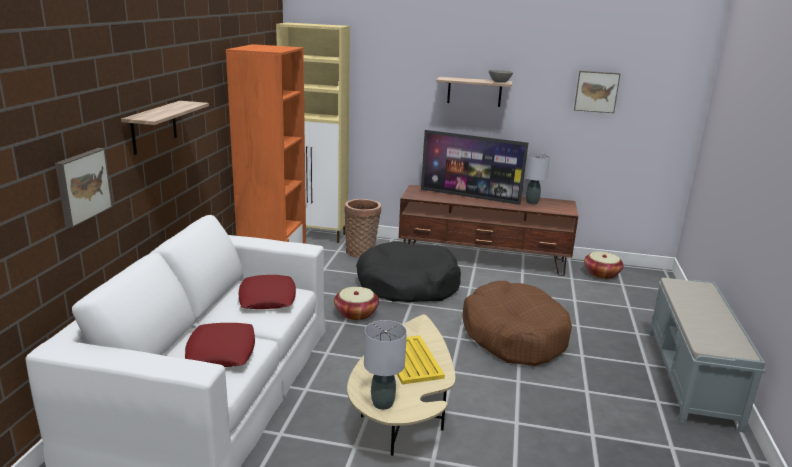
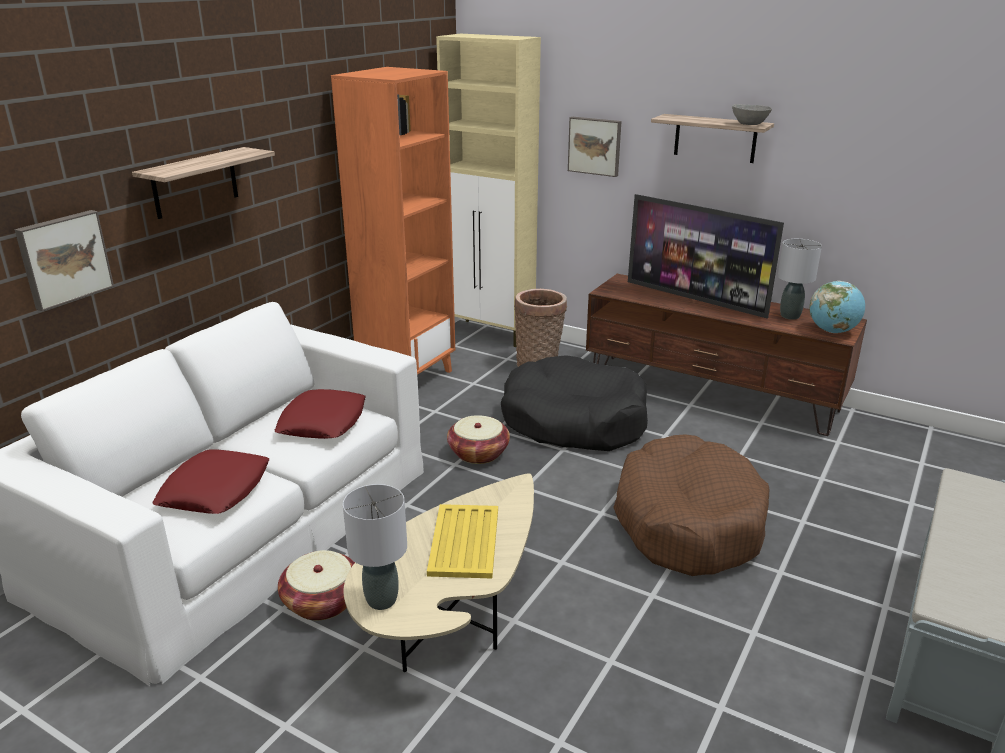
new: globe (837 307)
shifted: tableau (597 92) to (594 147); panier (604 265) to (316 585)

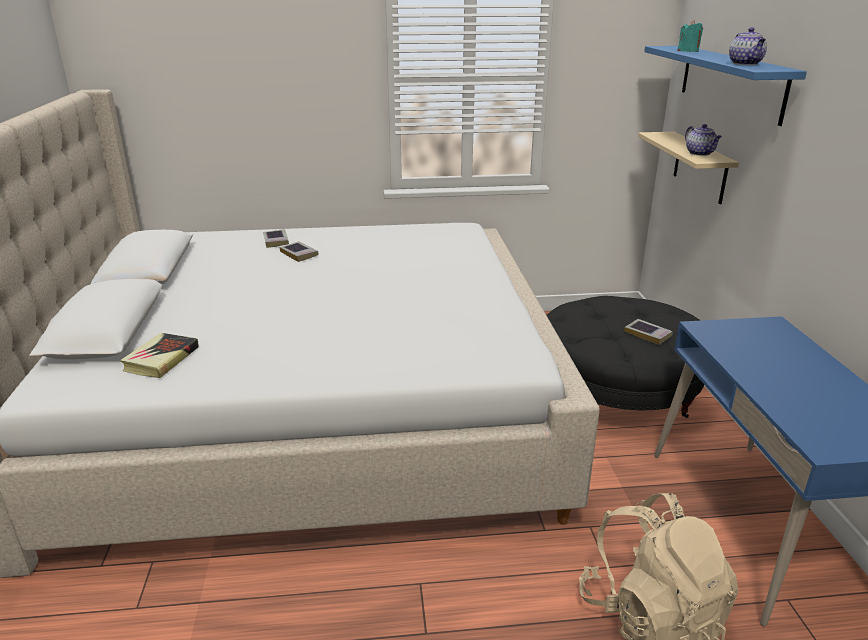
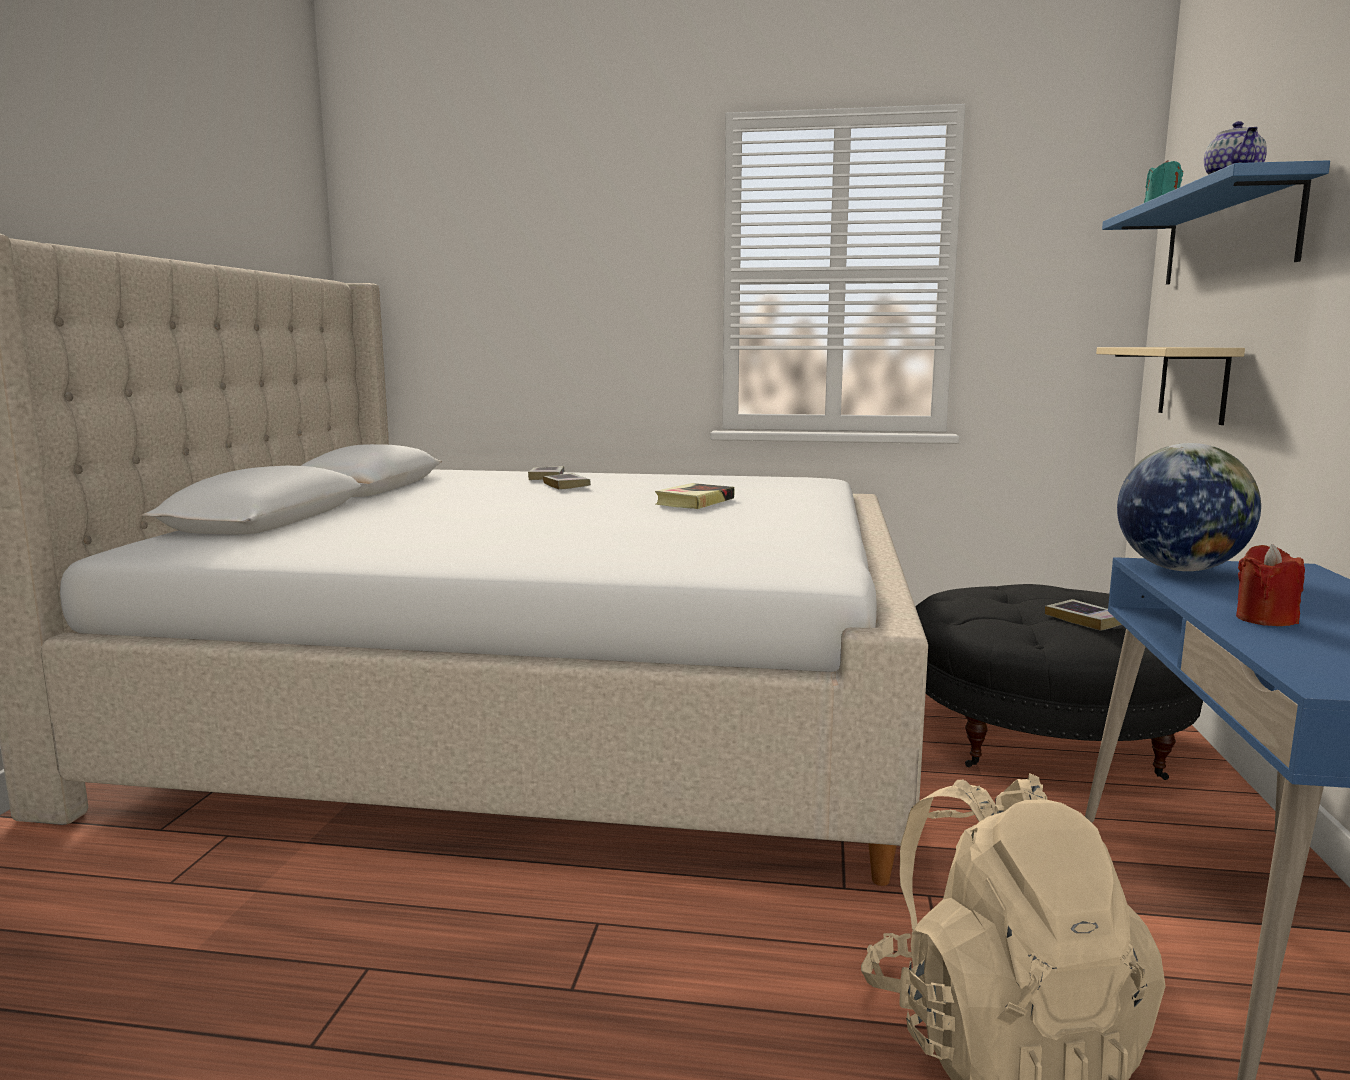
gone: théière (703 140)
new: globe (1189 507); bougie/rouge (1270 585)
shifted: livre (159 355) to (694 496)

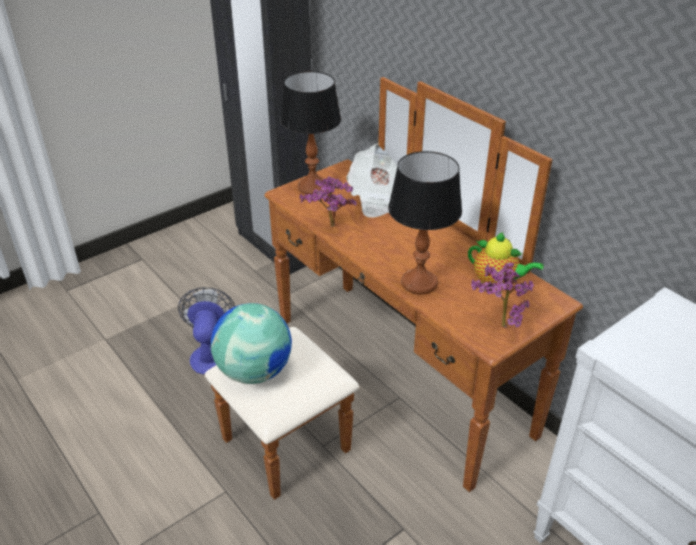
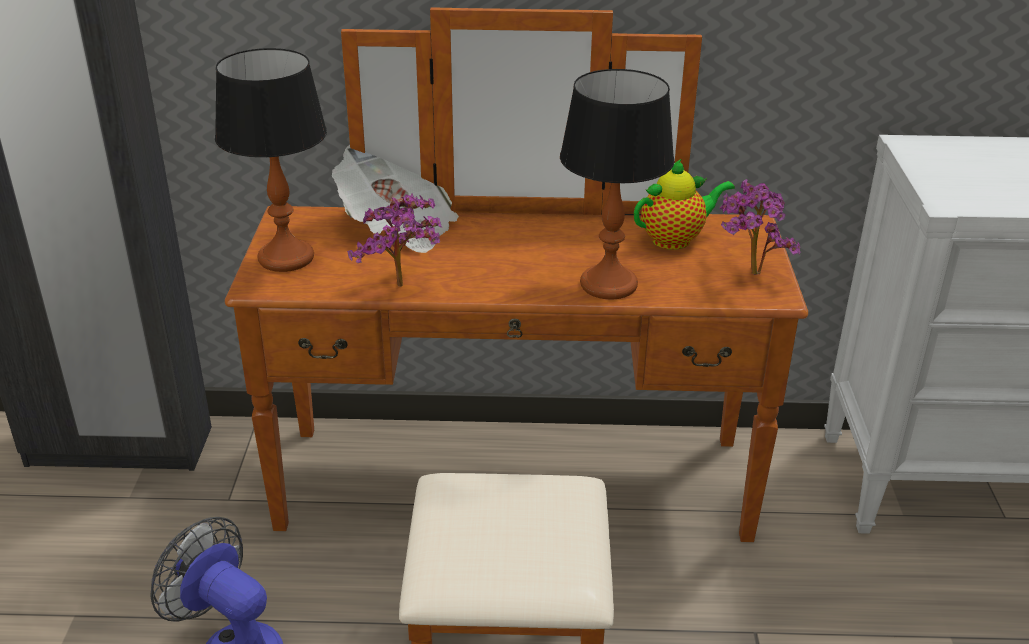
gone: globe (251 343)

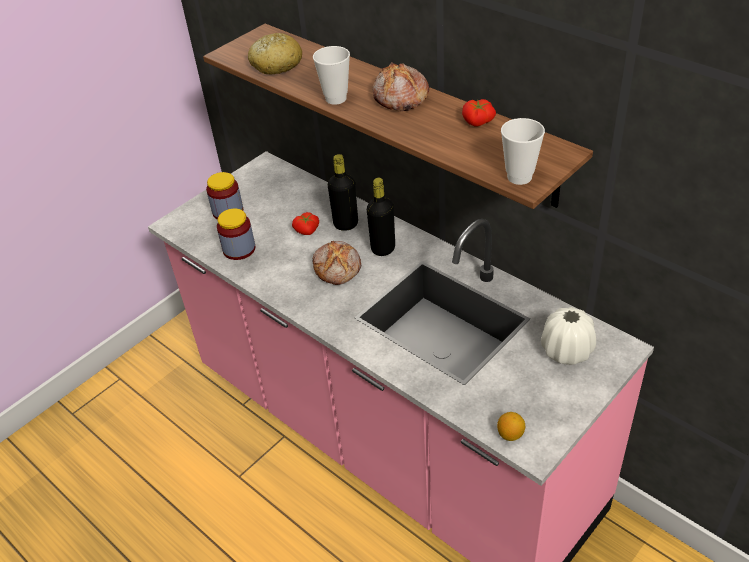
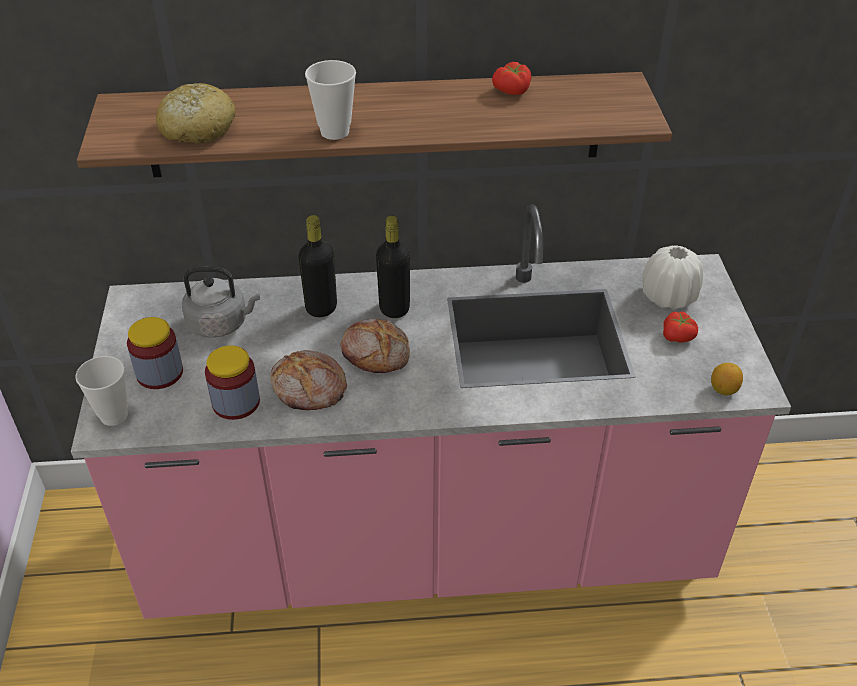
new: bouilloire/gris (221 302)
shifted: tomate (305 223) to (680 327); pain (401 86) to (309 380); tasse (523 151) to (101 391)

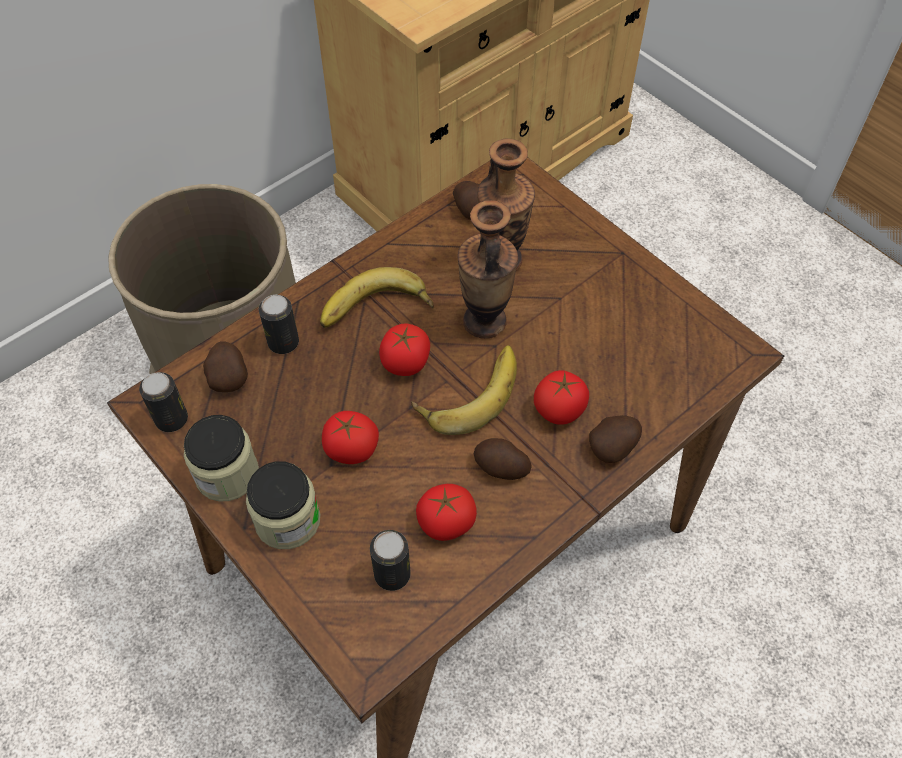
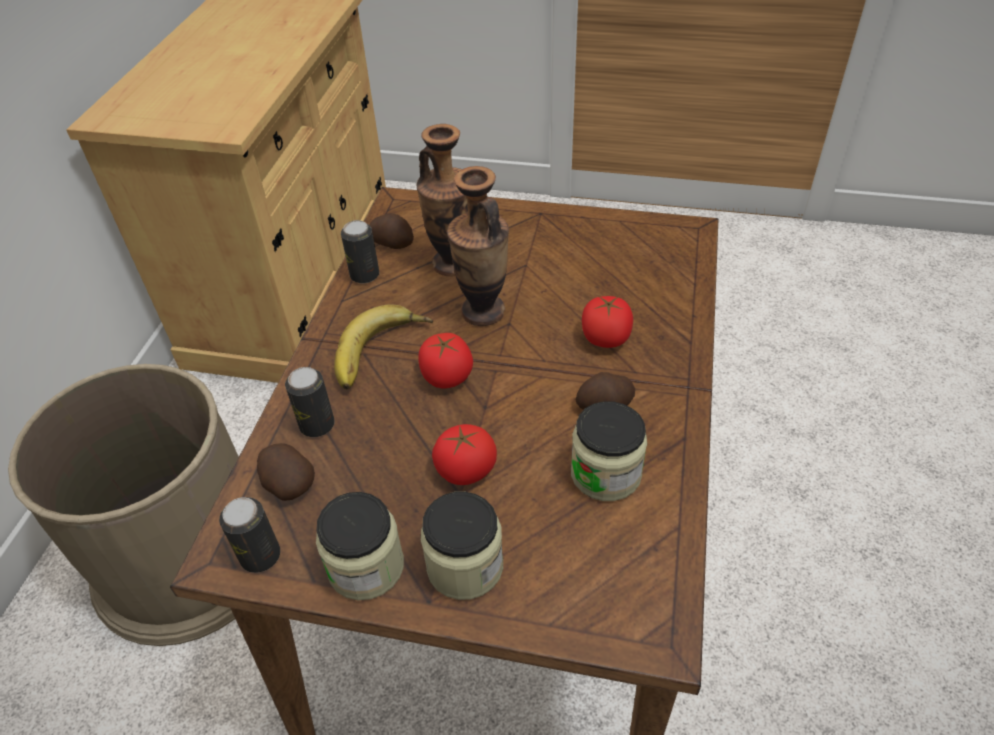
gone: banane (464 390); pomme de terre (615 439)
shifted: boîte métallique (390 560) to (360 252)
swapped: tomate (446 512) to bocal (609 451)

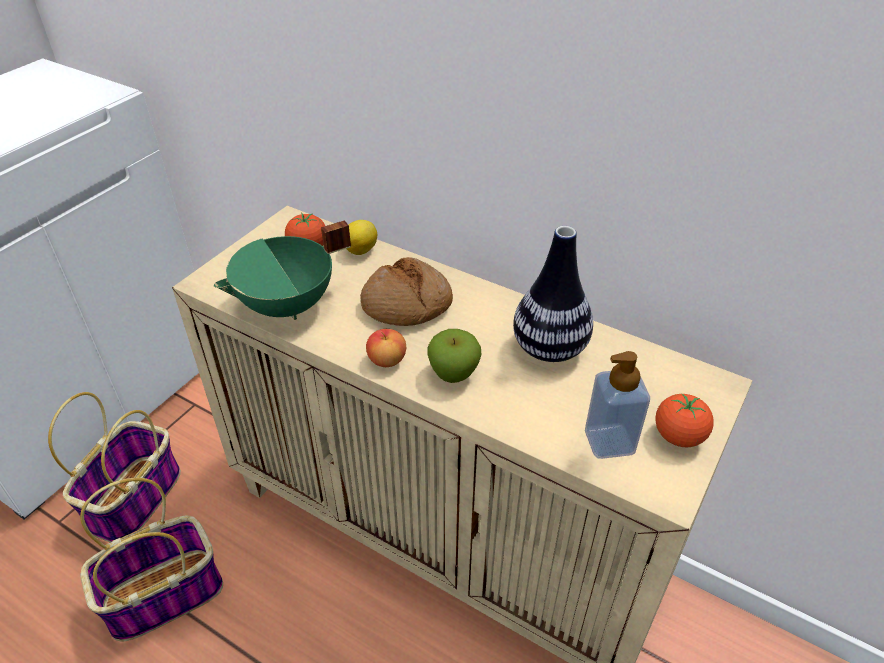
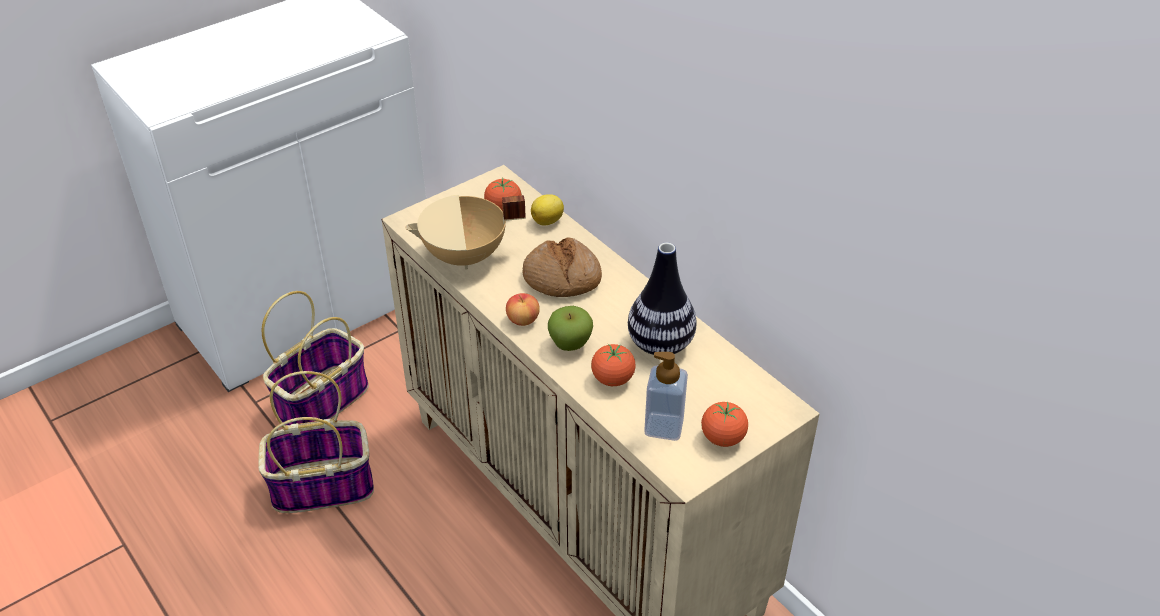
new: tomate (613 365)
repainted: marmite/vert (282 270) to marmite/beige (465 232)

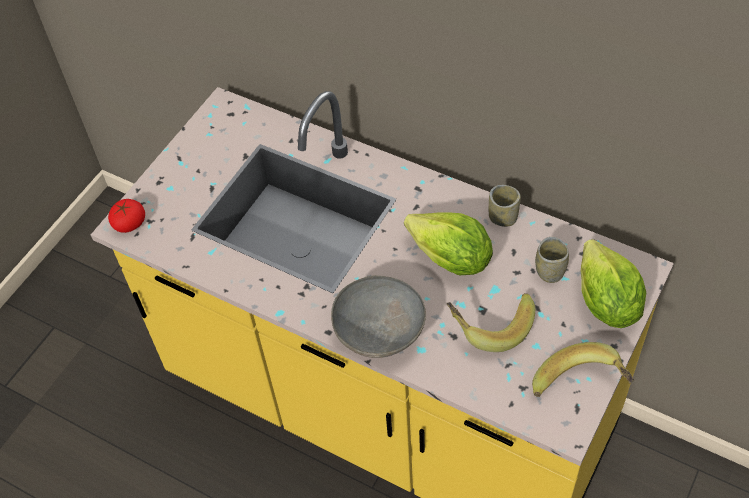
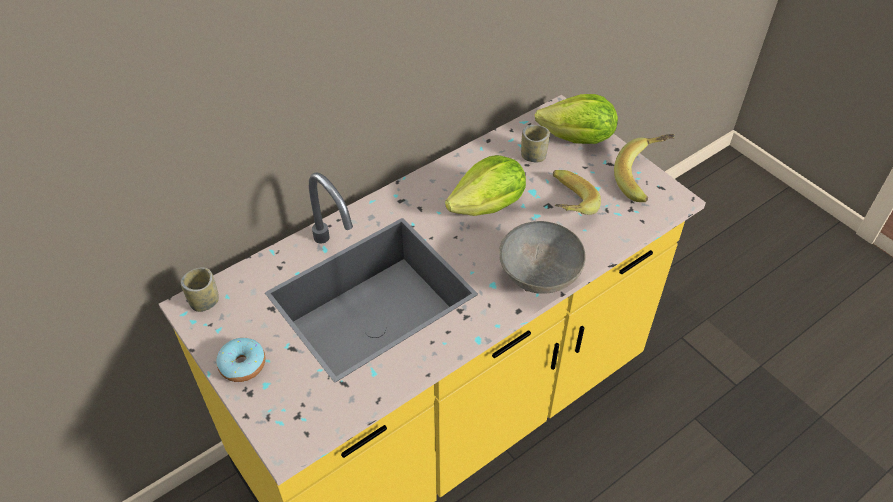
gone: tomate (126 216)
new: beignet (240 360)
shifted: tasse (505 206) to (200 289)

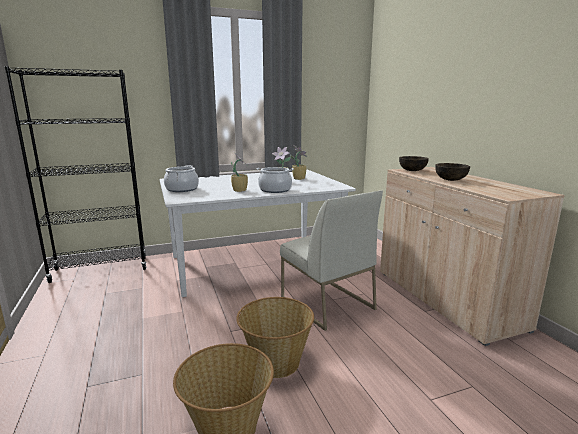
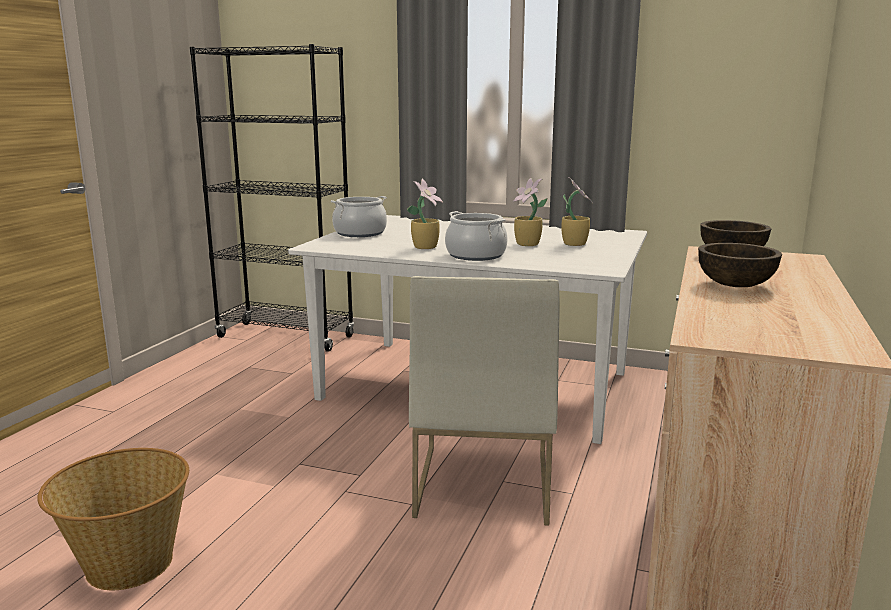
gone: panier (275 337)

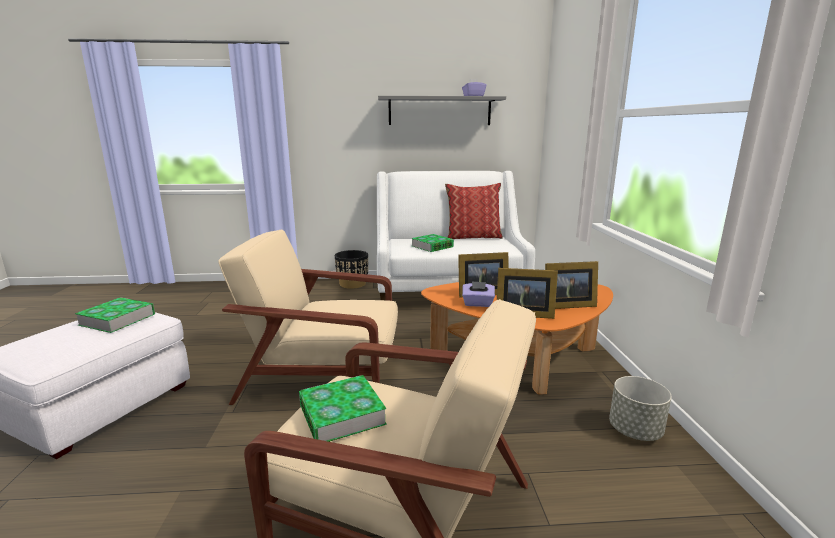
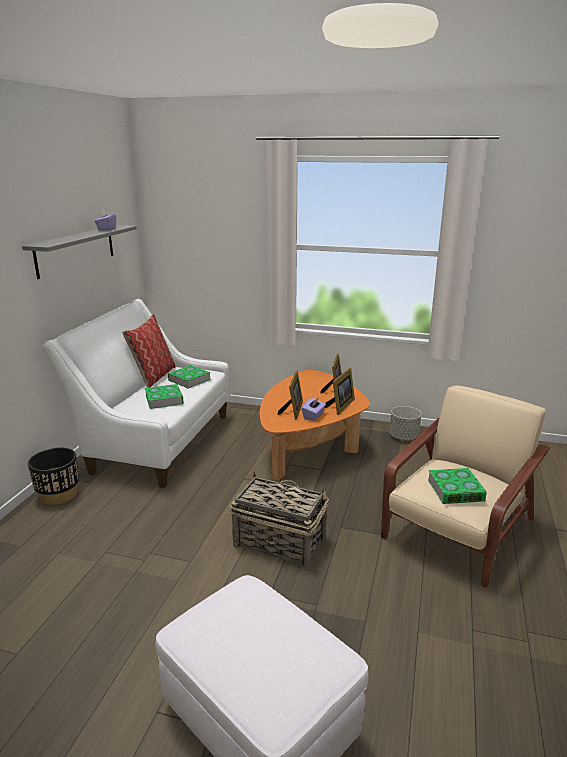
shifted: livre (115 315) to (189 376)
swapped: fauteuil/beige (308 317) to panier (279 520)

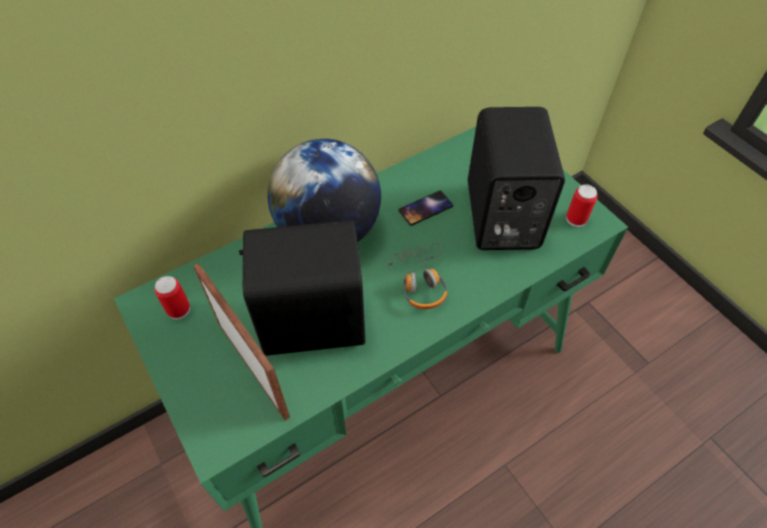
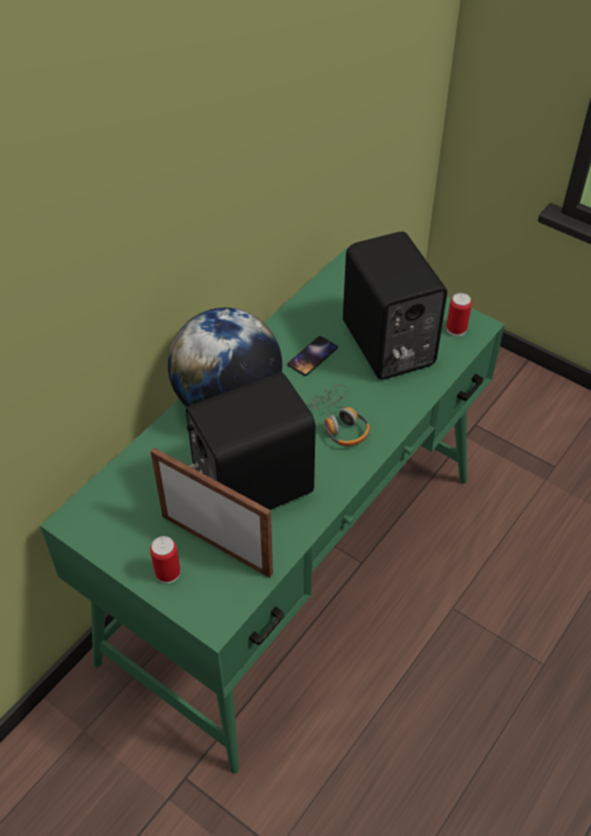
shifted: boîte métallique (172 297) to (165 559)

